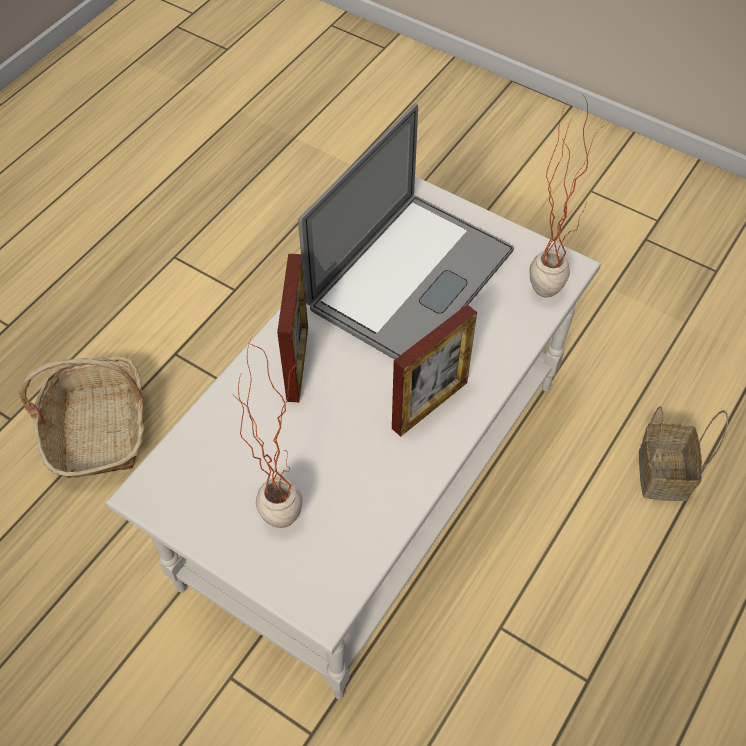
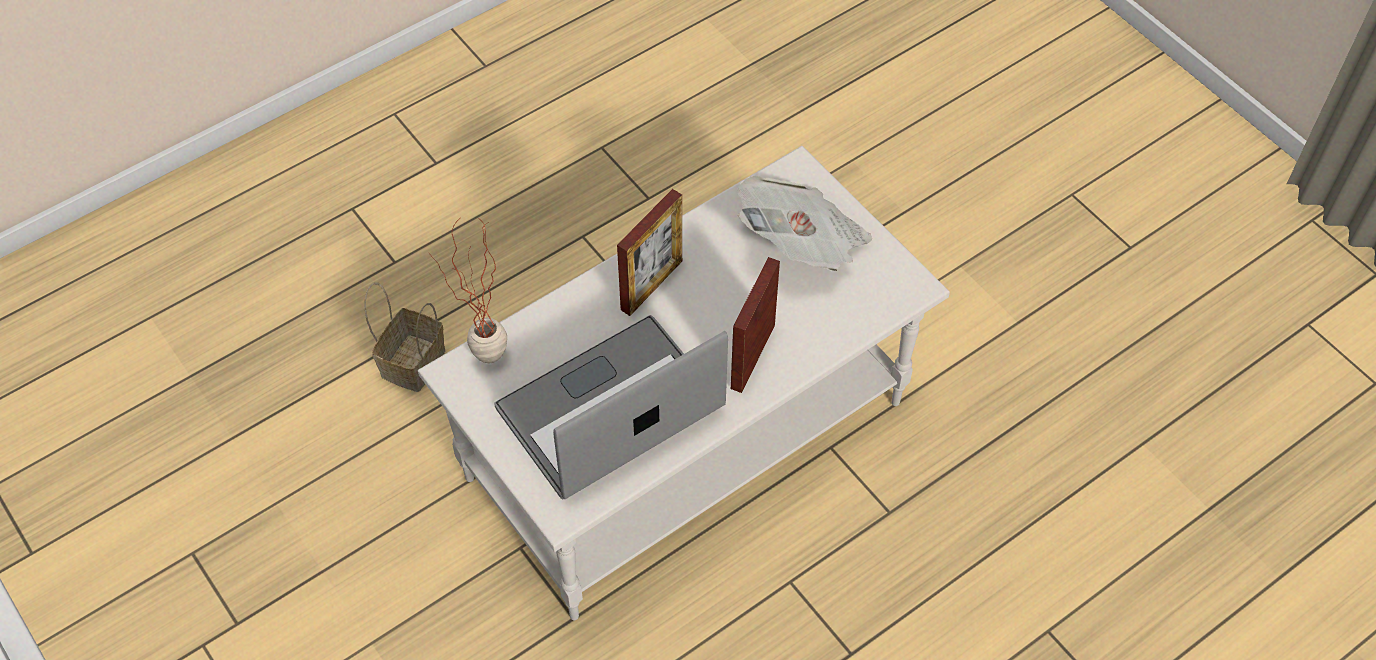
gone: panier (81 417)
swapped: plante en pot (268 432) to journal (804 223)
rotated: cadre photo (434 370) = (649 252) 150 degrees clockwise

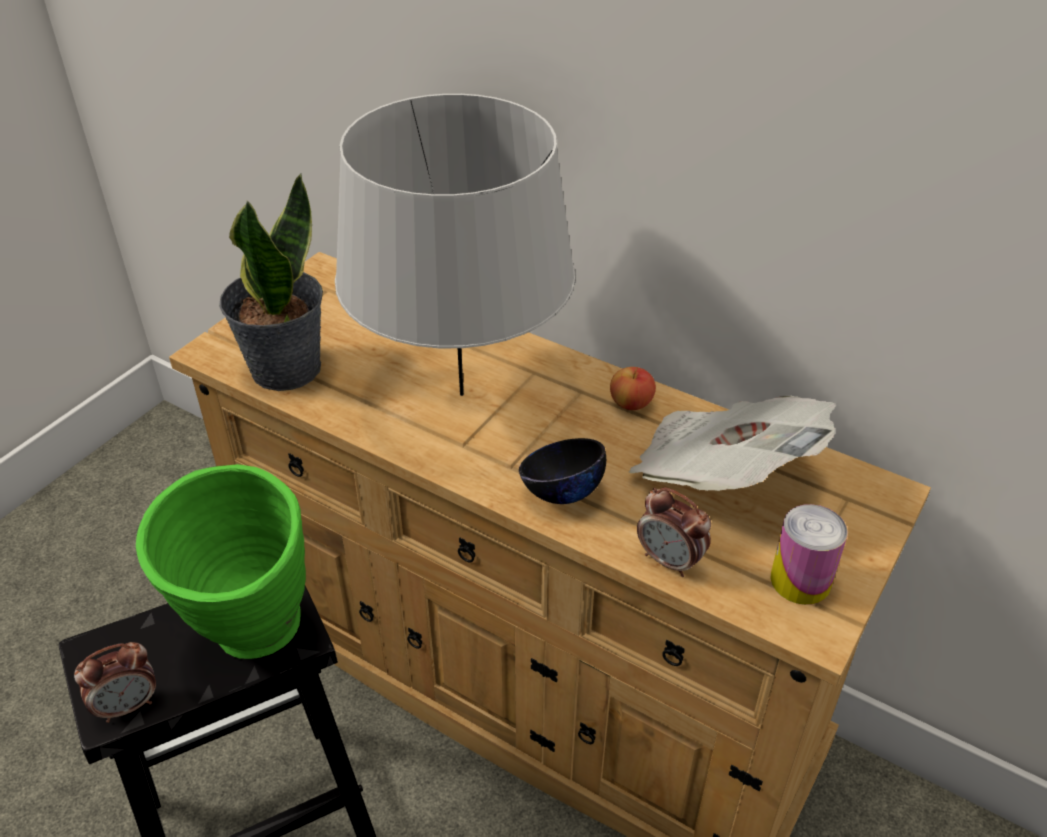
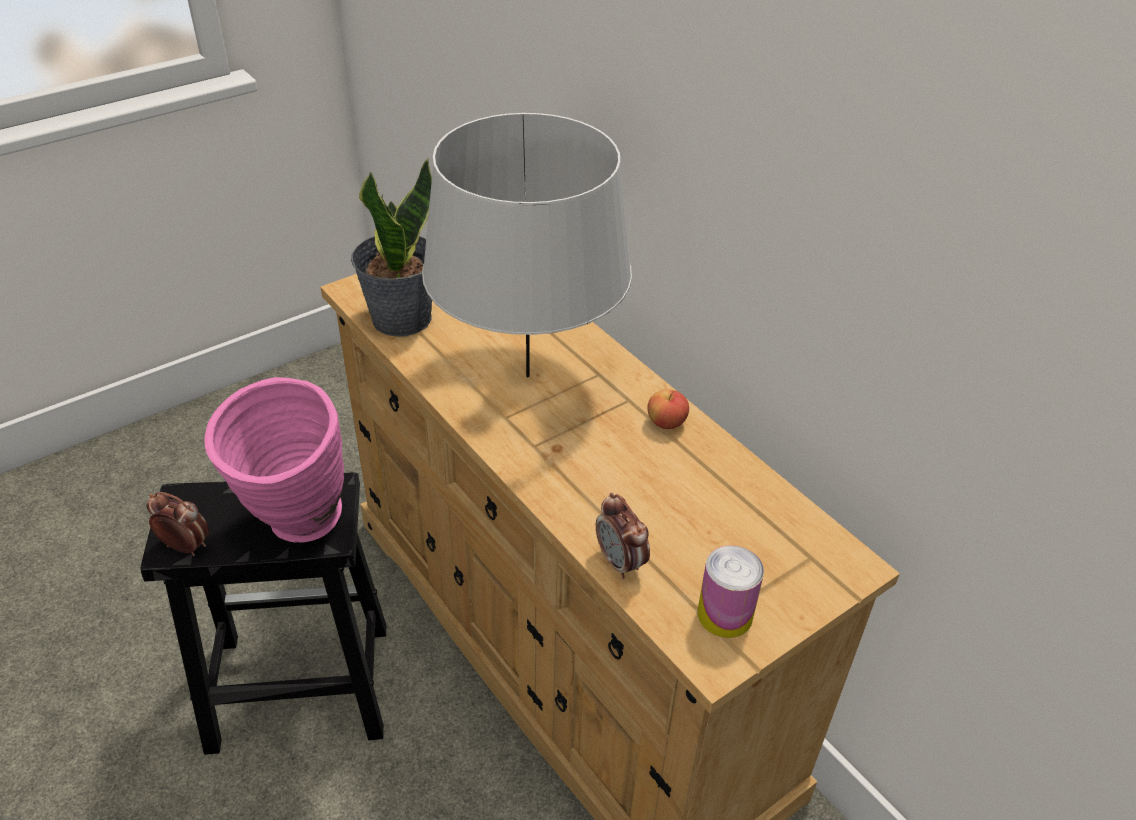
gone: bol/noir (562 471); journal (732 443)
repainted: vase/vert (221 561) to vase/rose (274 460)
rotated: réveil (115 682) = (177 524) 150 degrees counterclockwise

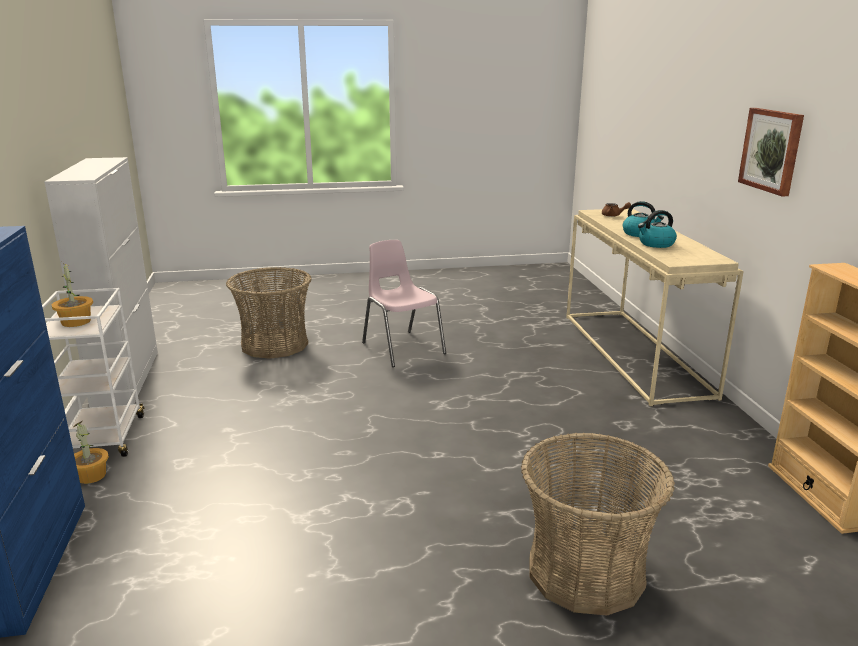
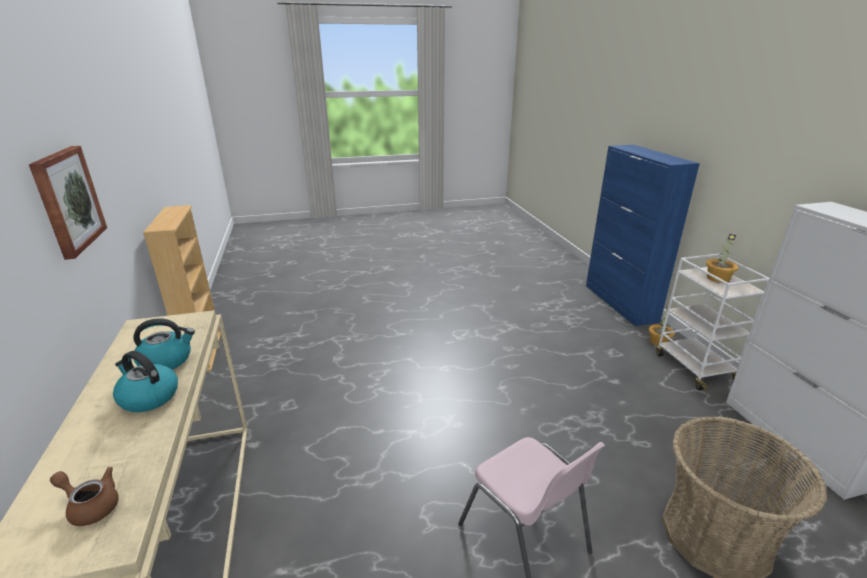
gone: panier (598 524)

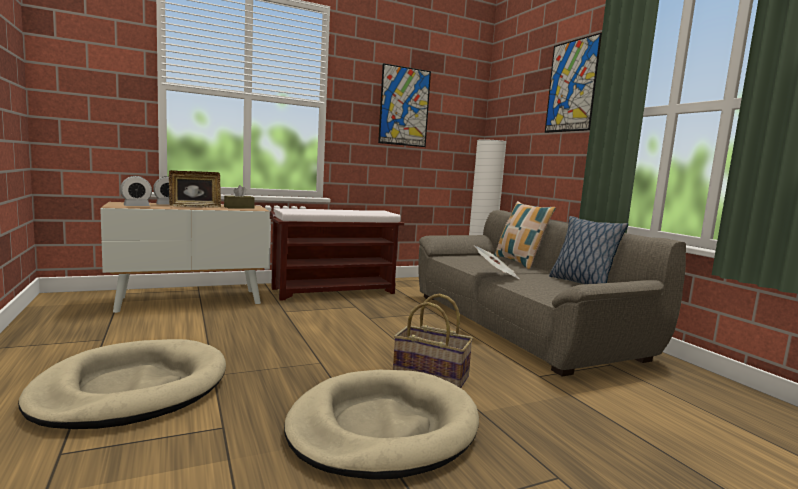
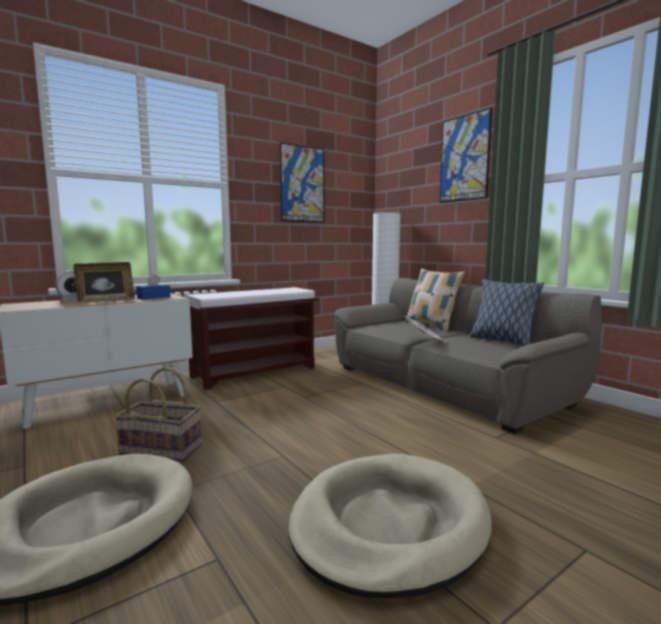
gone: réveil (136 191)
shifted: panier (433 340) to (158 414)
repainted: boîte à mouchoirs/marron (239 197) to boîte à mouchoirs/bleu (153 287)

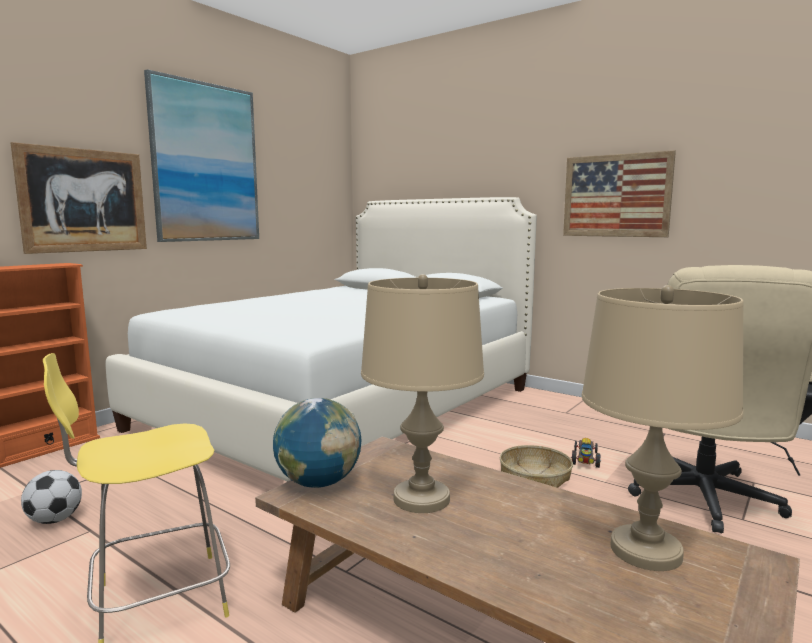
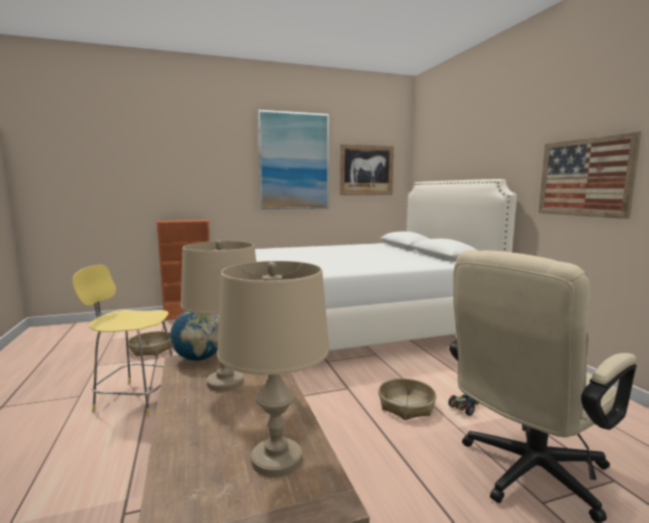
shifted: tableau (79 198) to (367 169)
swapped: ballon de foot (51 497) to panier (150 344)

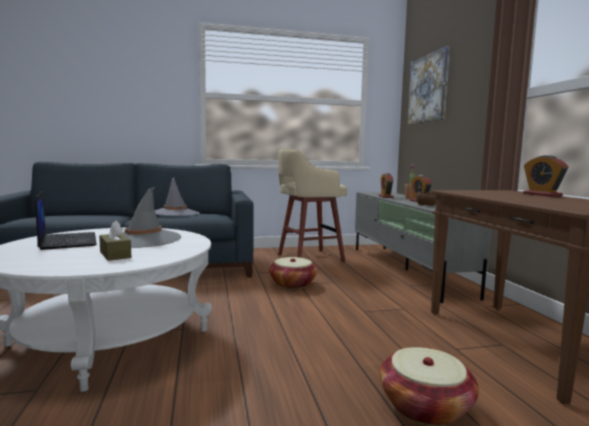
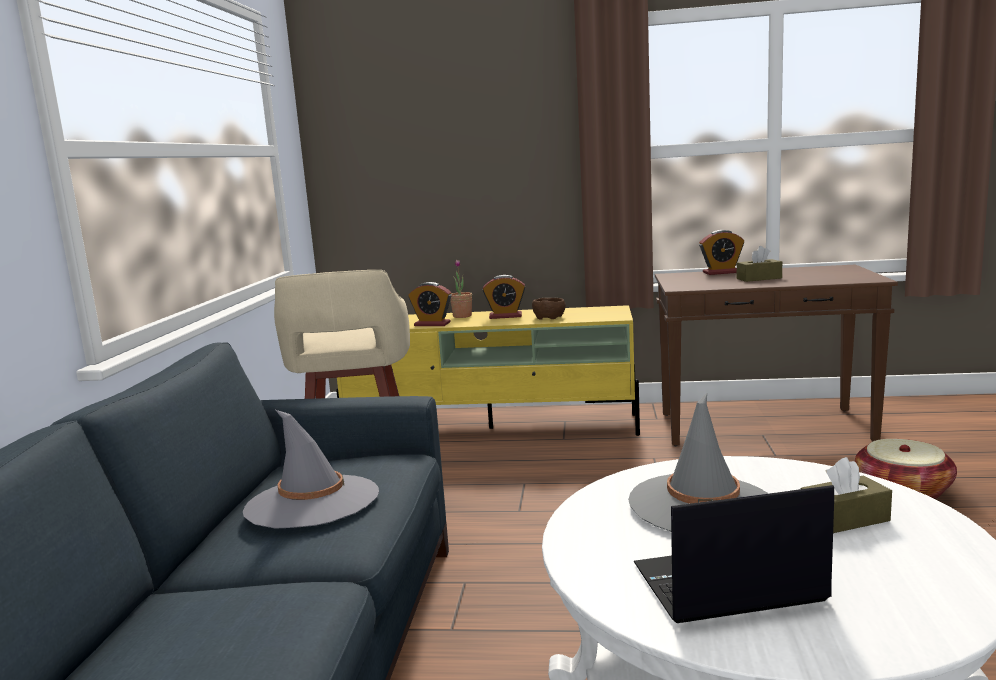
gone: panier (293 273); tableau (428 85)
new: boîte à mouchoirs/marron (759 264)
repainted: meuble télé/gris (423 247) to meuble télé/jaune (488 370)

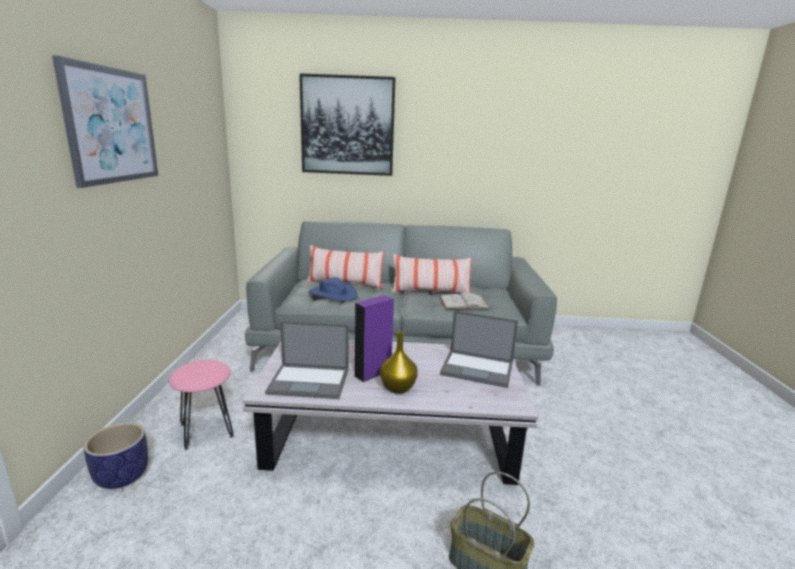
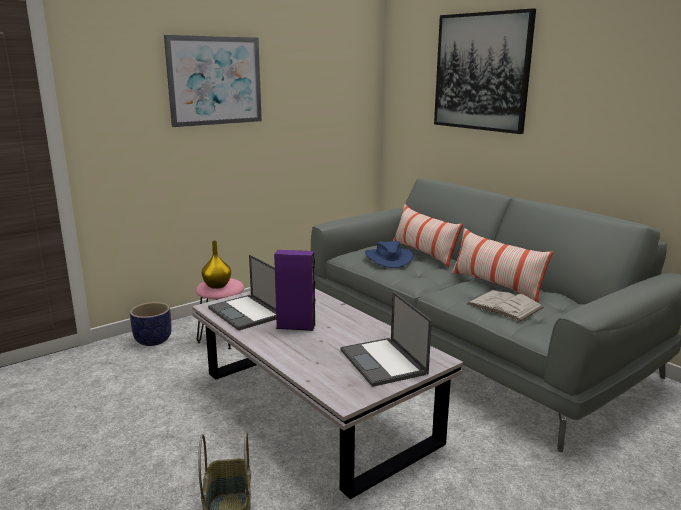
shifted: vase/jaune (399 363) to (216 265)

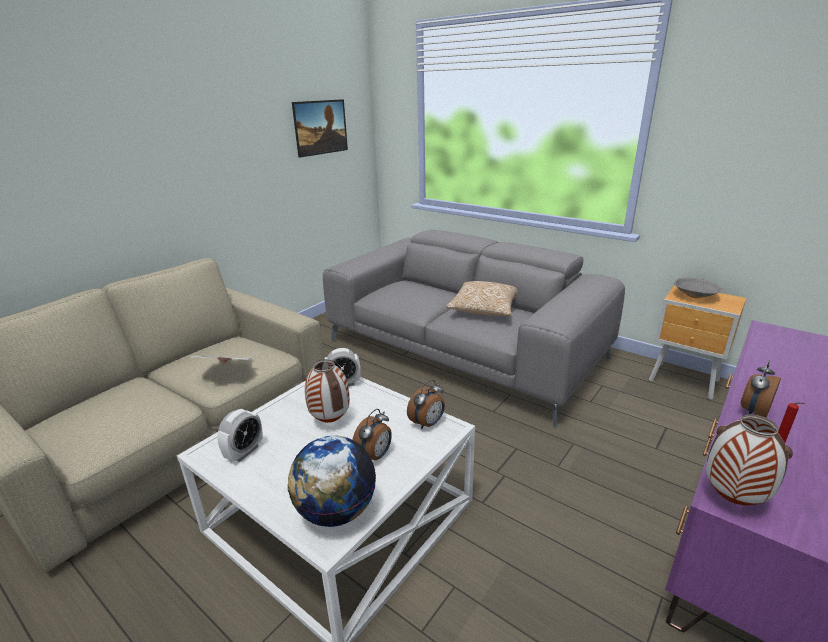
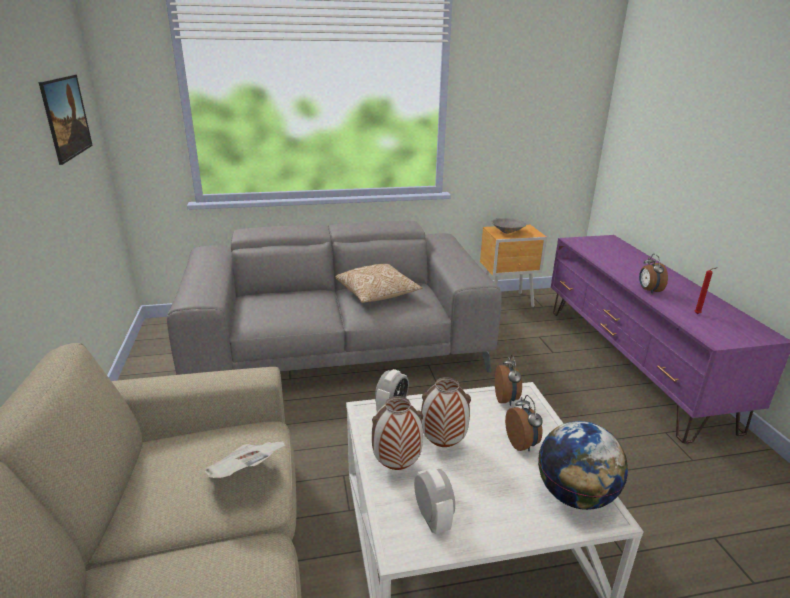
shifted: vase (749 459) to (397 433)

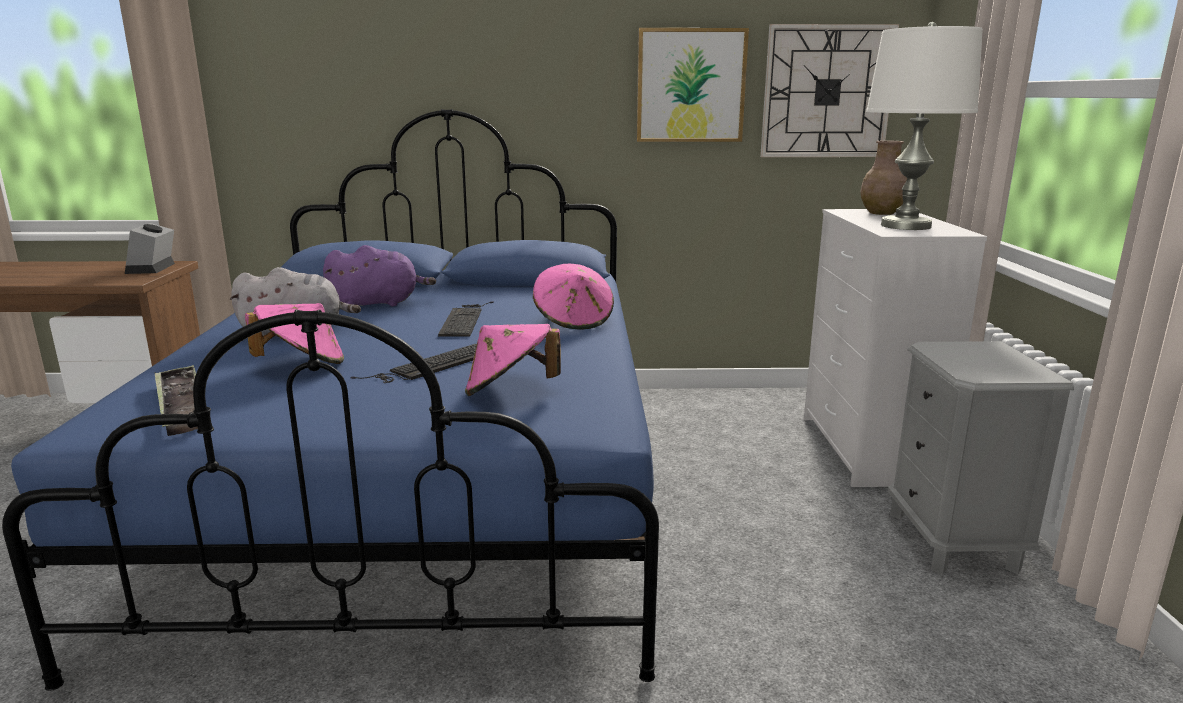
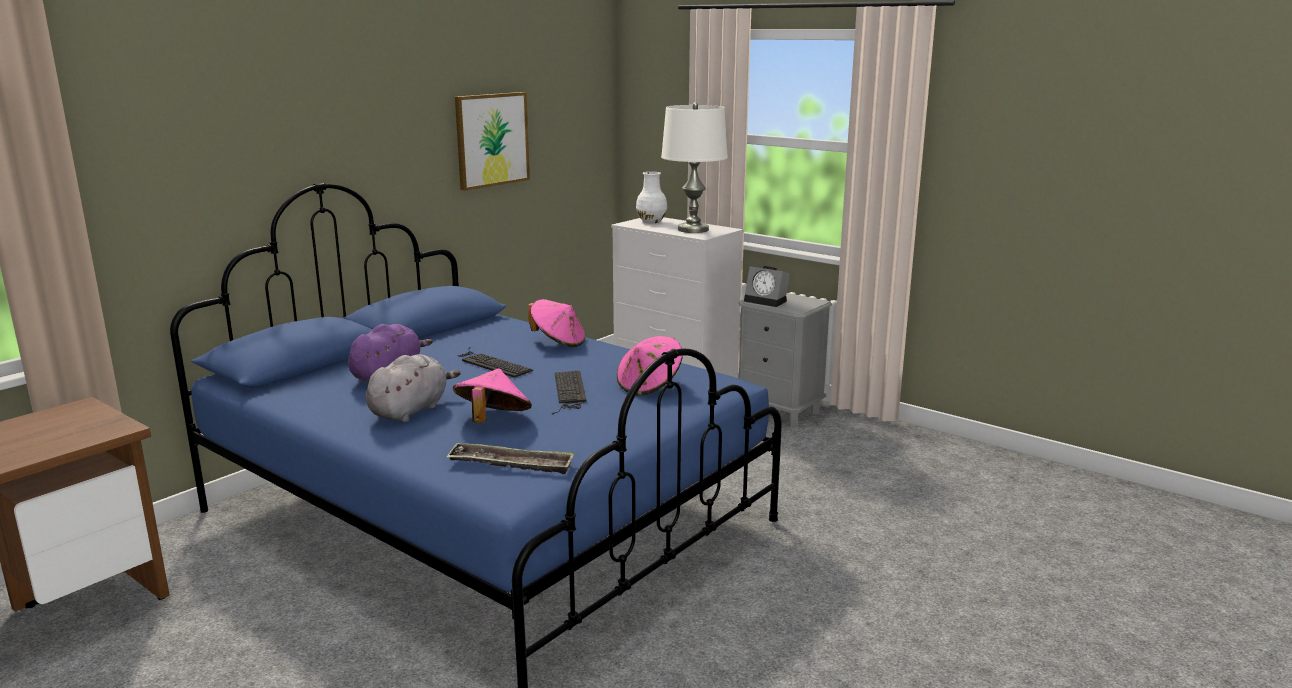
gone: horloge murale (829 90)
shifted: réveil (150 248) to (767 286)
repainted: vase/marron (883 178) to vase/blanc (651 197)

